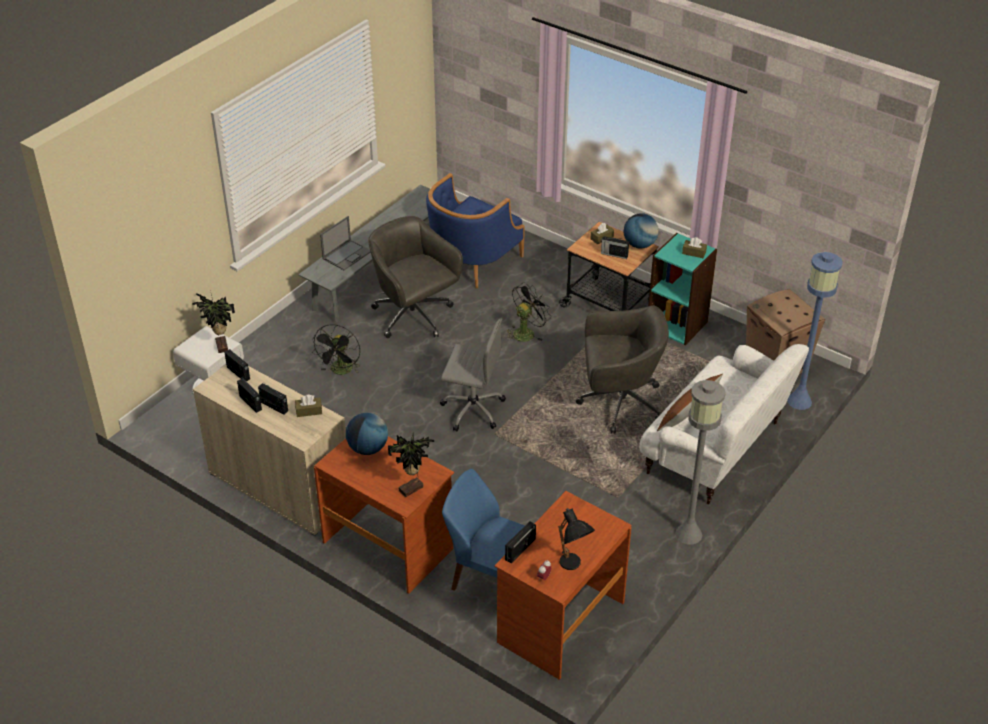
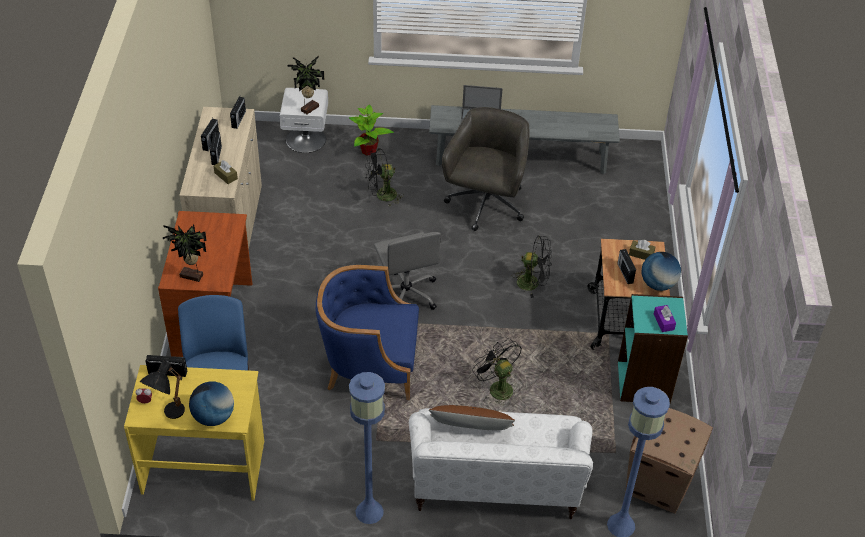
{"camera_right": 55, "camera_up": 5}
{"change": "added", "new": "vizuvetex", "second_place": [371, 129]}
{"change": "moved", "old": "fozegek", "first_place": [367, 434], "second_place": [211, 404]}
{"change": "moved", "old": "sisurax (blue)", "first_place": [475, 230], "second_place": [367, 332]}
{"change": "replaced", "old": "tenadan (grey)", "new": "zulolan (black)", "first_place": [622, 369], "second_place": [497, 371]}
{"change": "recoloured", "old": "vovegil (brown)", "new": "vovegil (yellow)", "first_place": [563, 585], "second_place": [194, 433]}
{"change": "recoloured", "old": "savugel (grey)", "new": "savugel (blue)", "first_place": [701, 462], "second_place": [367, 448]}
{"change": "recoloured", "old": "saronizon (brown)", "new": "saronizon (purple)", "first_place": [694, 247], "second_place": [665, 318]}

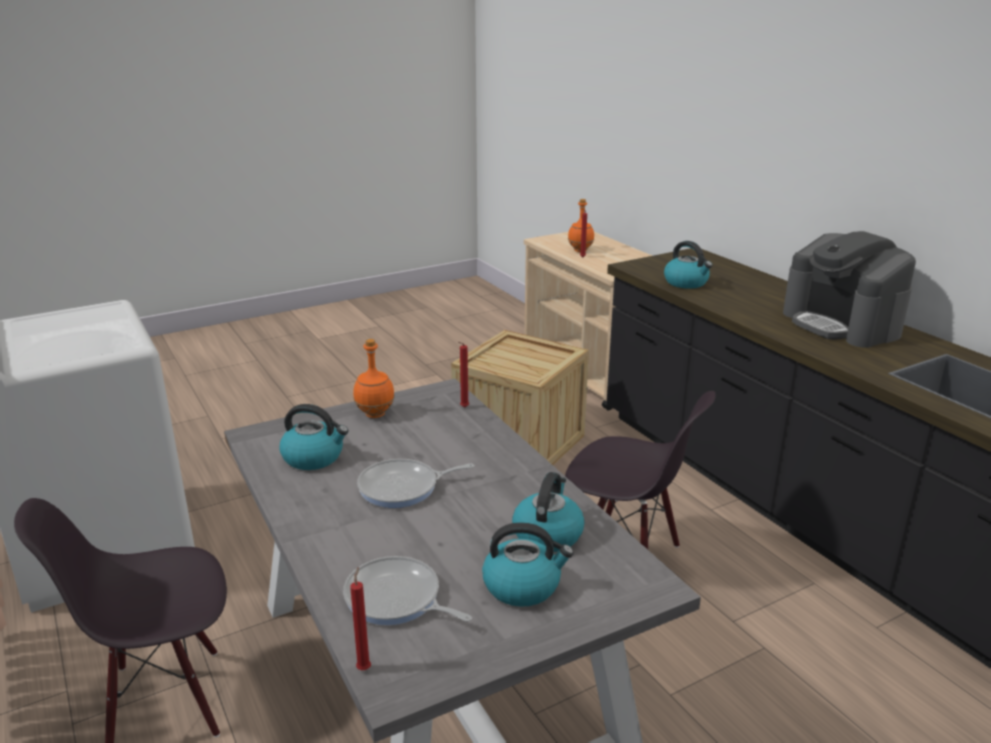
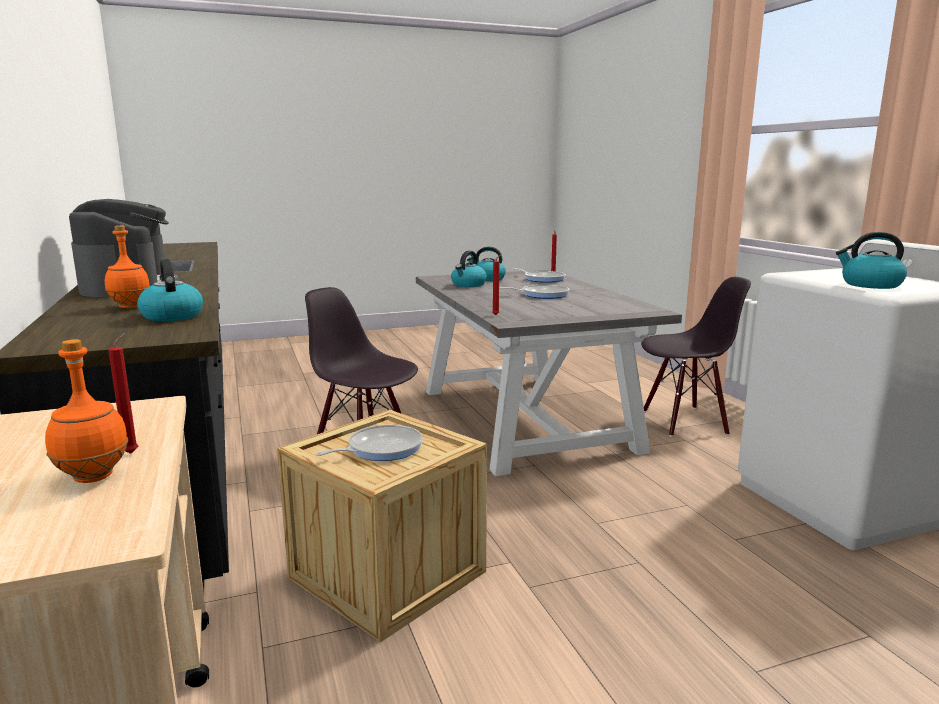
{"camera_right": -170, "camera_up": -10}
{"change": "added", "new": "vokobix", "second_place": [369, 443]}
{"change": "moved", "old": "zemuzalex", "first_place": [314, 437], "second_place": [871, 260]}
{"change": "moved", "old": "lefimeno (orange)", "first_place": [374, 378], "second_place": [127, 267]}

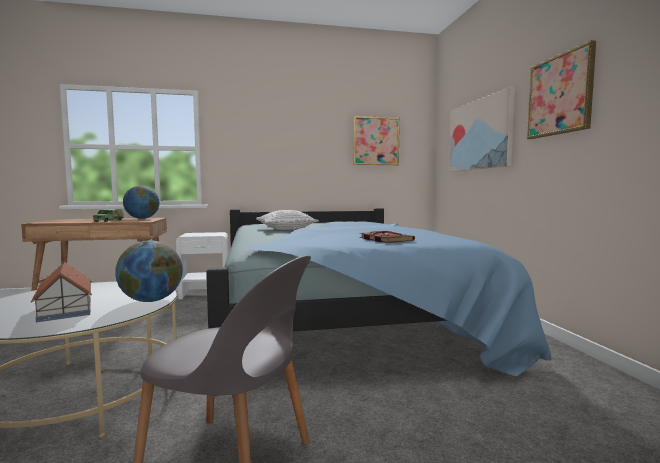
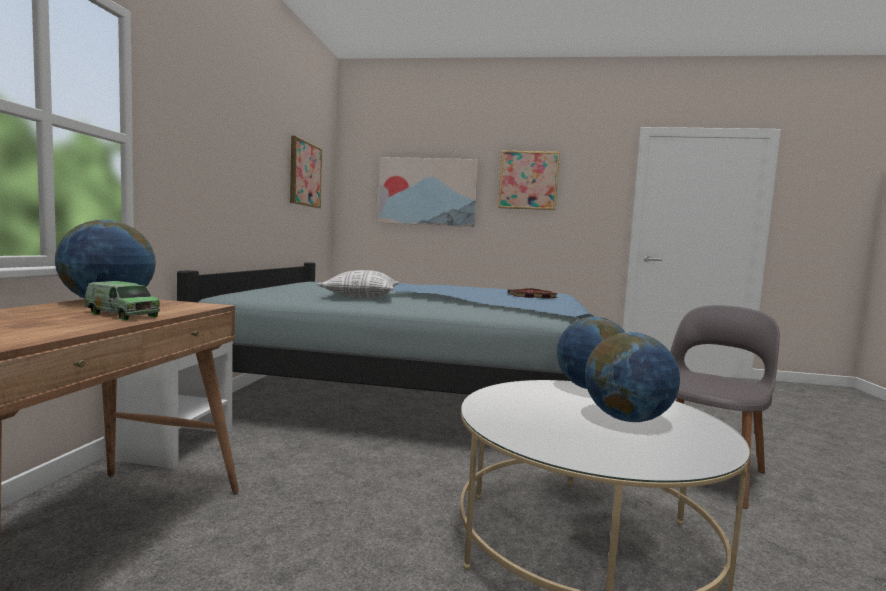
{"camera_right": -70, "camera_up": 0}
{"change": "replaced", "old": "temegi", "new": "fozegek", "first_place": [61, 292], "second_place": [632, 377]}

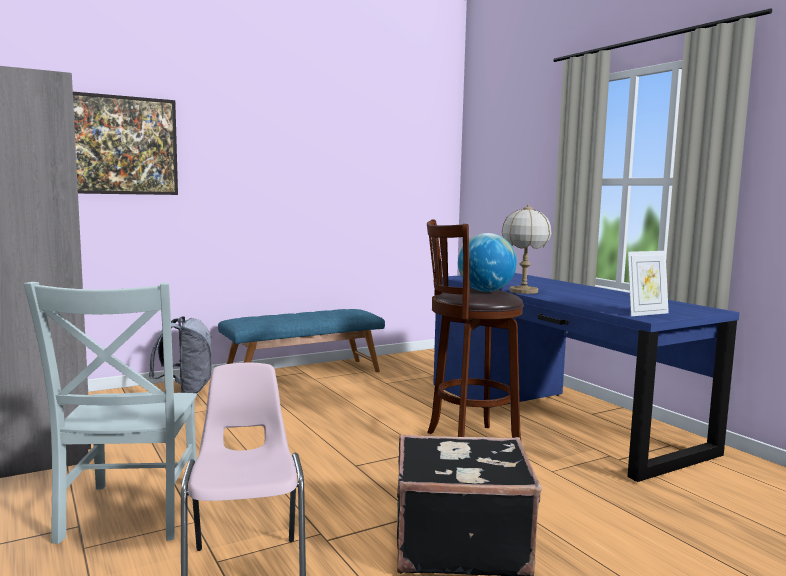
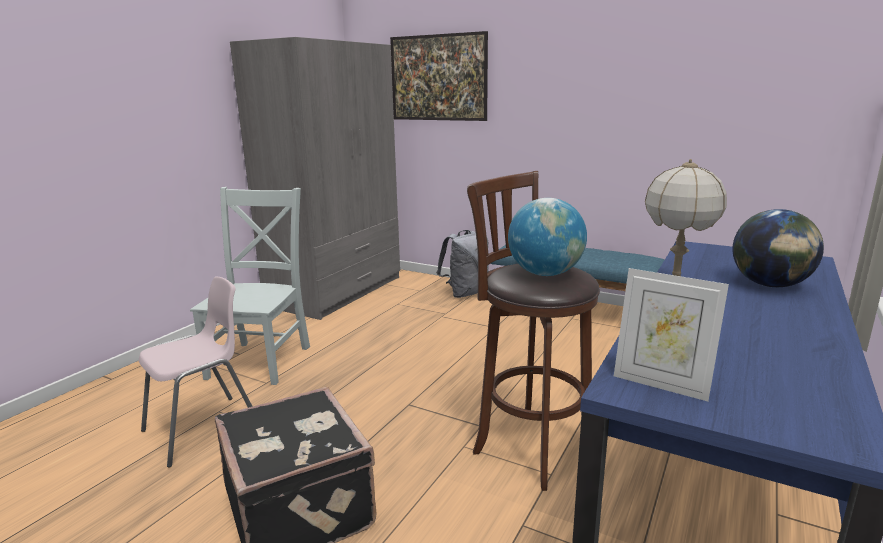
{"camera_right": 60, "camera_up": 10}
{"change": "added", "new": "fozegek", "second_place": [778, 248]}
{"change": "turned", "old": "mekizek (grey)", "first_place": [110, 413], "second_place": [250, 286], "degrees": 135}

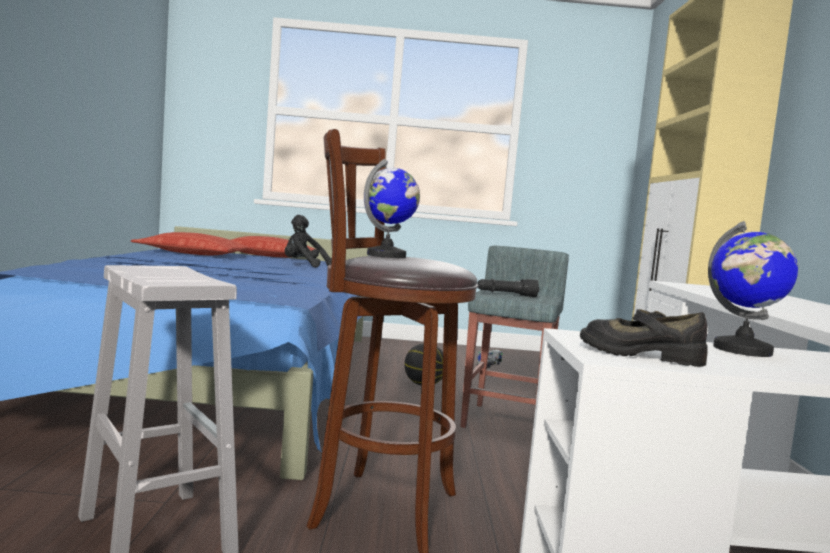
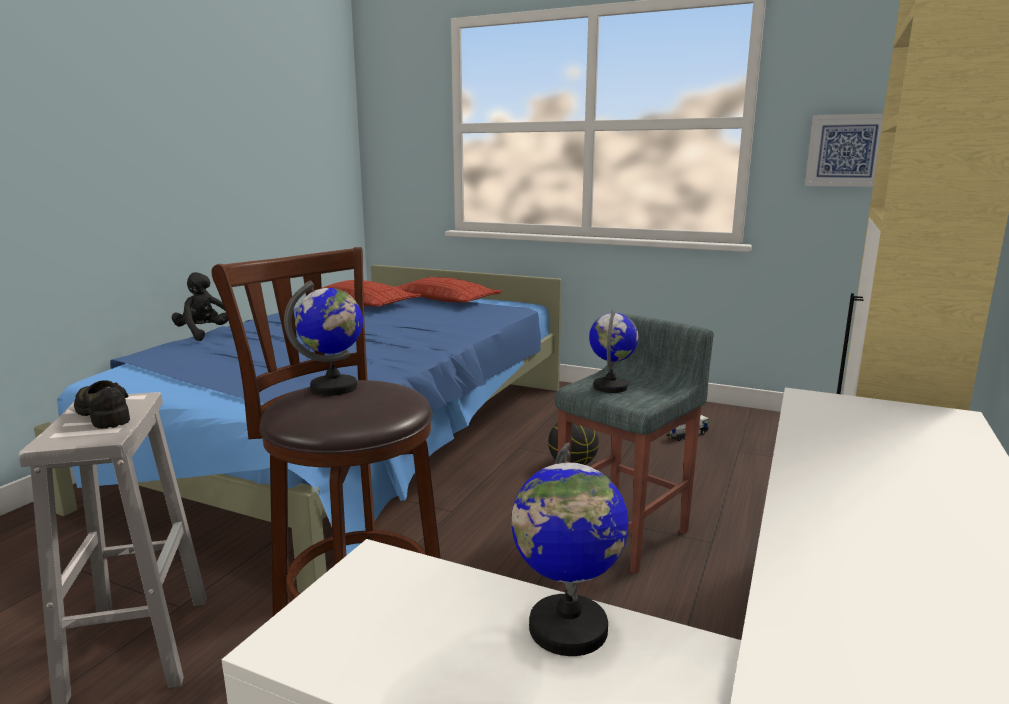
{"camera_right": 25, "camera_up": 10}
{"change": "added", "new": "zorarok", "second_place": [844, 150]}
{"change": "moved", "old": "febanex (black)", "first_place": [308, 241], "second_place": [200, 306]}
{"change": "moved", "old": "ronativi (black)", "first_place": [644, 338], "second_place": [102, 404]}
{"change": "replaced", "old": "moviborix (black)", "new": "fozegek", "first_place": [508, 287], "second_place": [614, 351]}

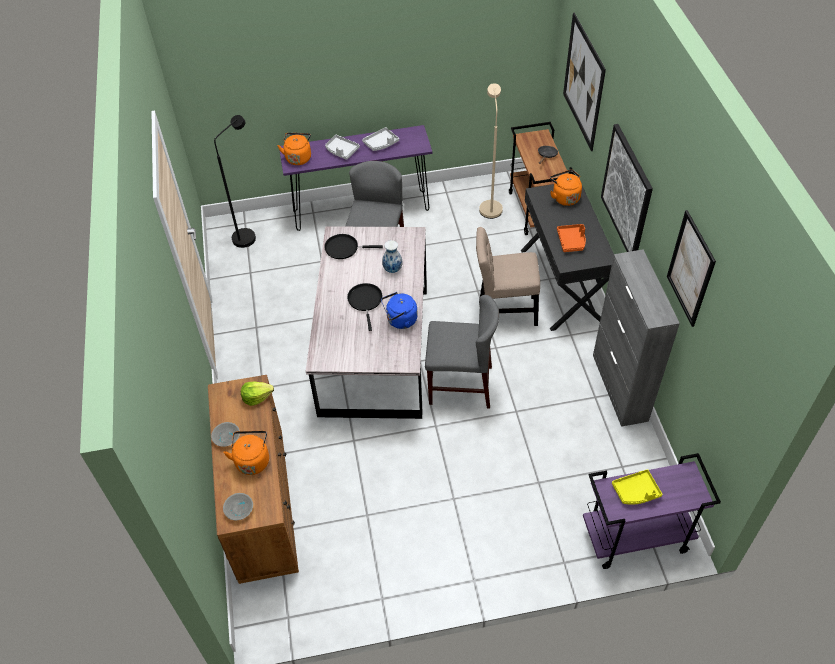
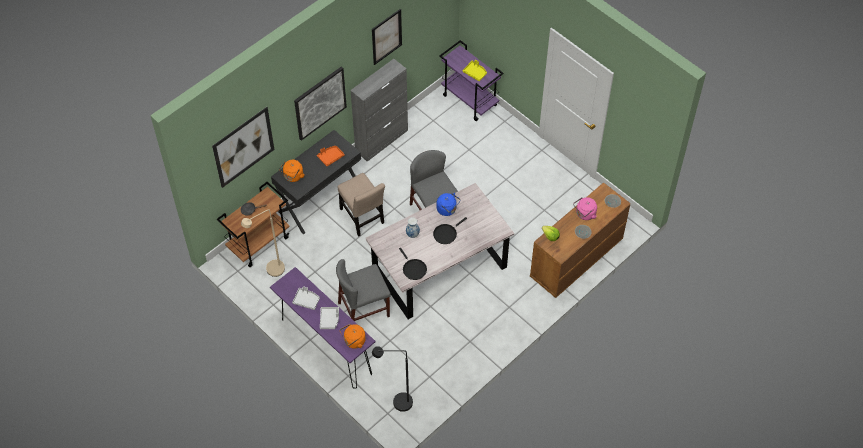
{"camera_right": -125, "camera_up": 5}
{"change": "recoloured", "old": "zemuzalex (orange)", "new": "zemuzalex (pink)", "first_place": [246, 453], "second_place": [585, 208]}

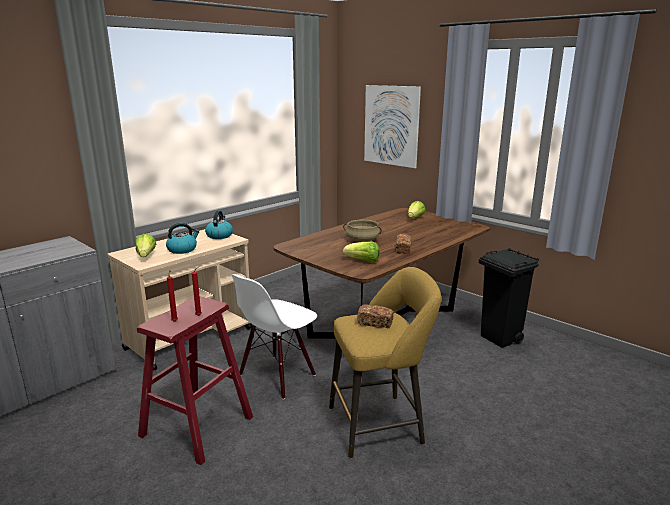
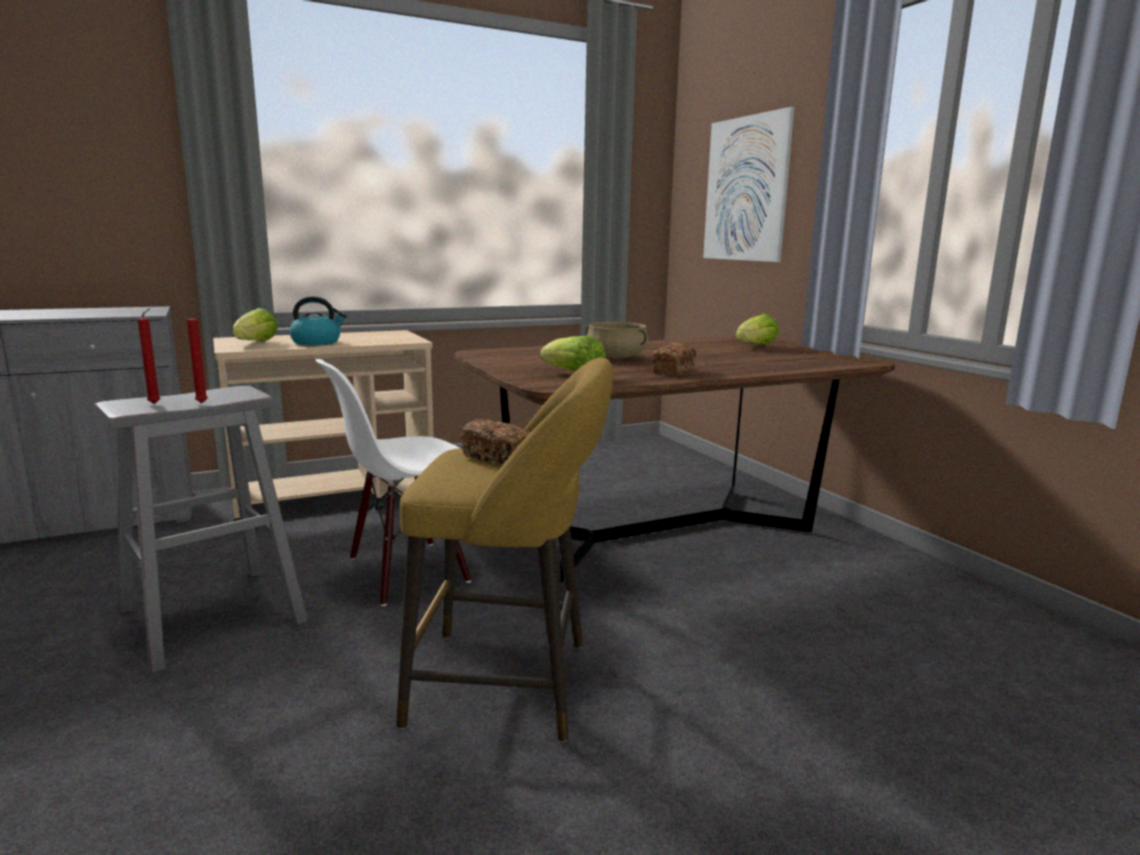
{"camera_right": 20, "camera_up": -5}
{"change": "removed", "old": "zemuzalex", "first_place": [219, 225]}
{"change": "removed", "old": "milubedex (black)", "first_place": [509, 298]}
{"change": "recoloured", "old": "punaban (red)", "new": "punaban (grey)", "first_place": [195, 380], "second_place": [201, 529]}

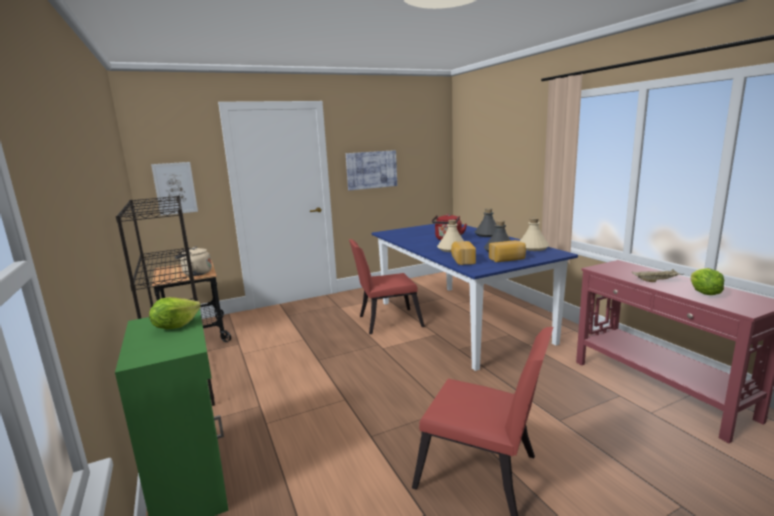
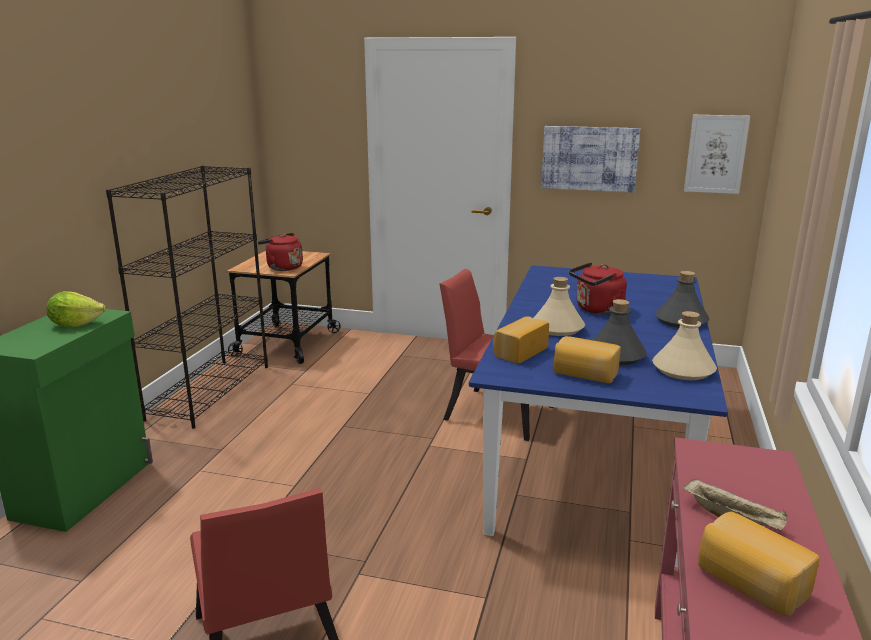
{"camera_right": 40, "camera_up": 5}
{"change": "moved", "old": "zorarok", "first_place": [174, 188], "second_place": [717, 154]}
{"change": "replaced", "old": "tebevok", "new": "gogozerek", "first_place": [707, 281], "second_place": [759, 564]}
{"change": "recoloured", "old": "zemuzalex (beige)", "new": "zemuzalex (red)", "first_place": [193, 261], "second_place": [280, 252]}

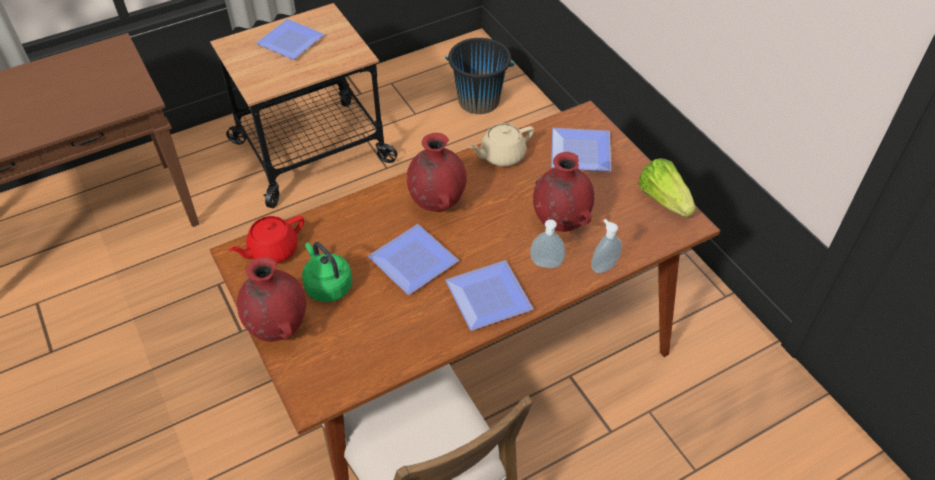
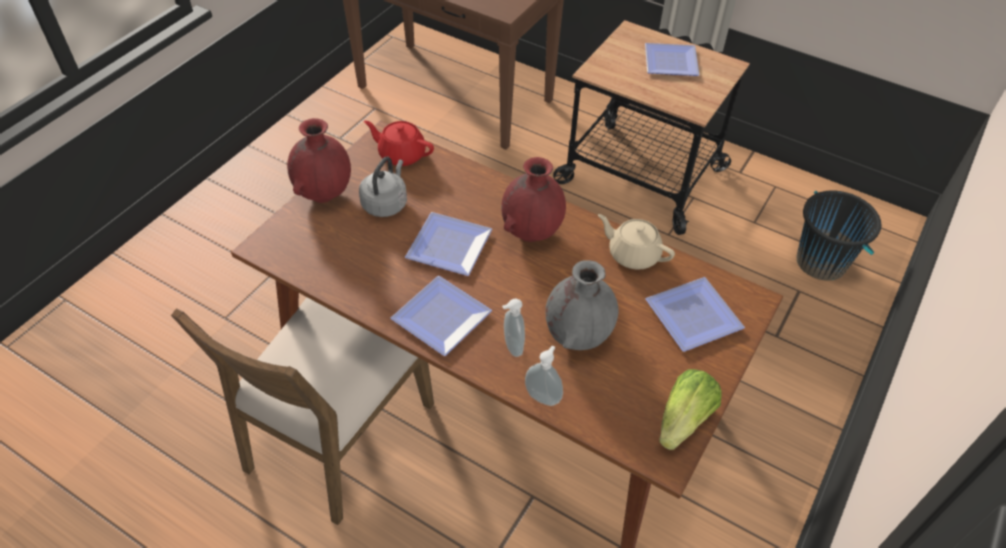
{"camera_right": 60, "camera_up": 0}
{"change": "recoloured", "old": "zemuzalex (green)", "new": "zemuzalex (grey)", "first_place": [327, 272], "second_place": [383, 187]}
{"change": "recoloured", "old": "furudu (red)", "new": "furudu (grey)", "first_place": [563, 192], "second_place": [582, 305]}

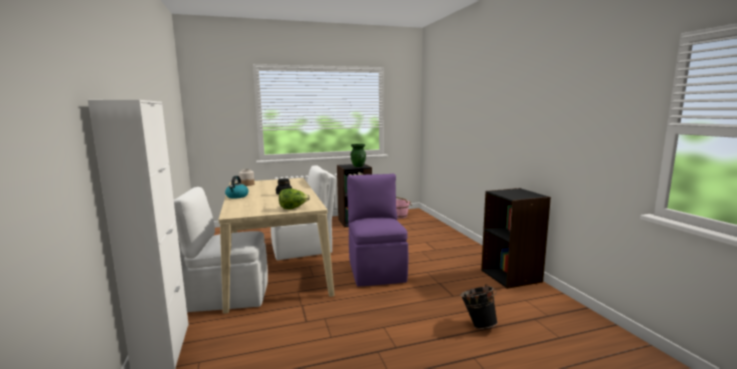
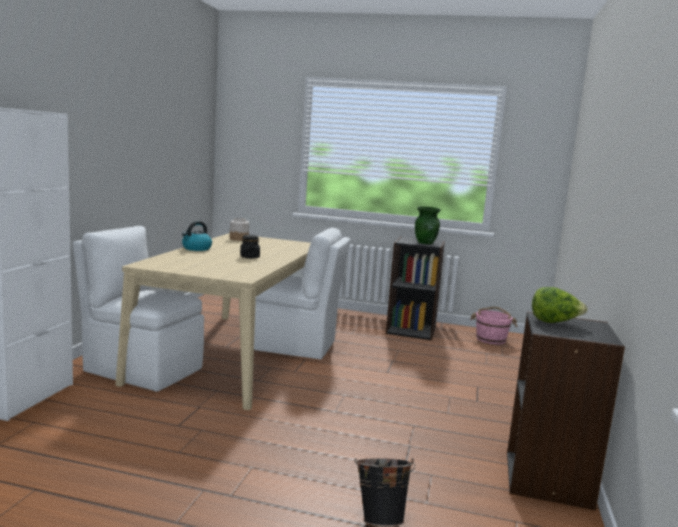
{"camera_right": 30, "camera_up": 0}
{"change": "removed", "old": "mekizek (purple)", "first_place": [377, 230]}
{"change": "moved", "old": "tebevok", "first_place": [294, 198], "second_place": [560, 305]}

